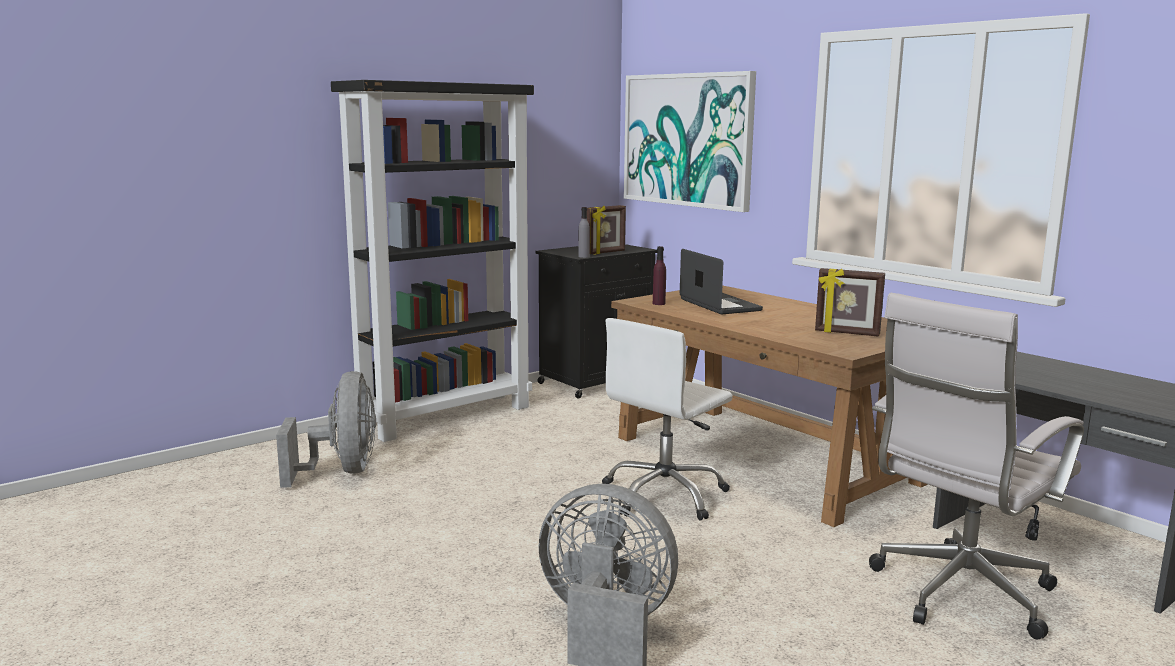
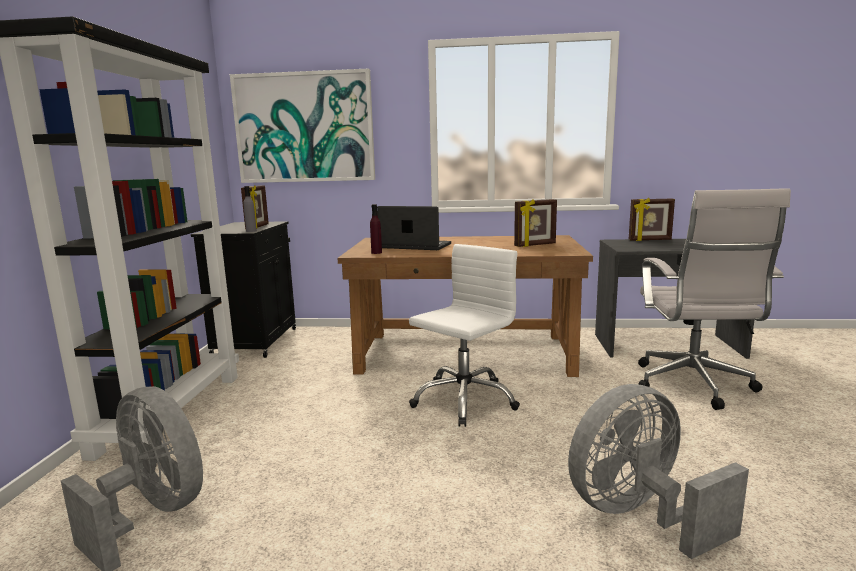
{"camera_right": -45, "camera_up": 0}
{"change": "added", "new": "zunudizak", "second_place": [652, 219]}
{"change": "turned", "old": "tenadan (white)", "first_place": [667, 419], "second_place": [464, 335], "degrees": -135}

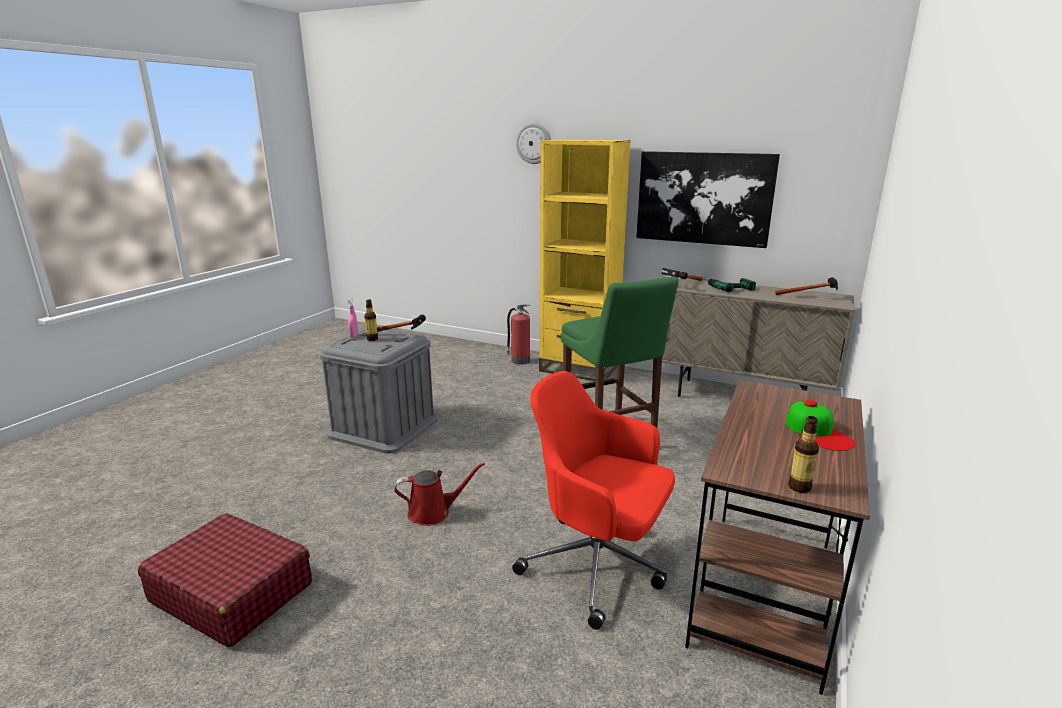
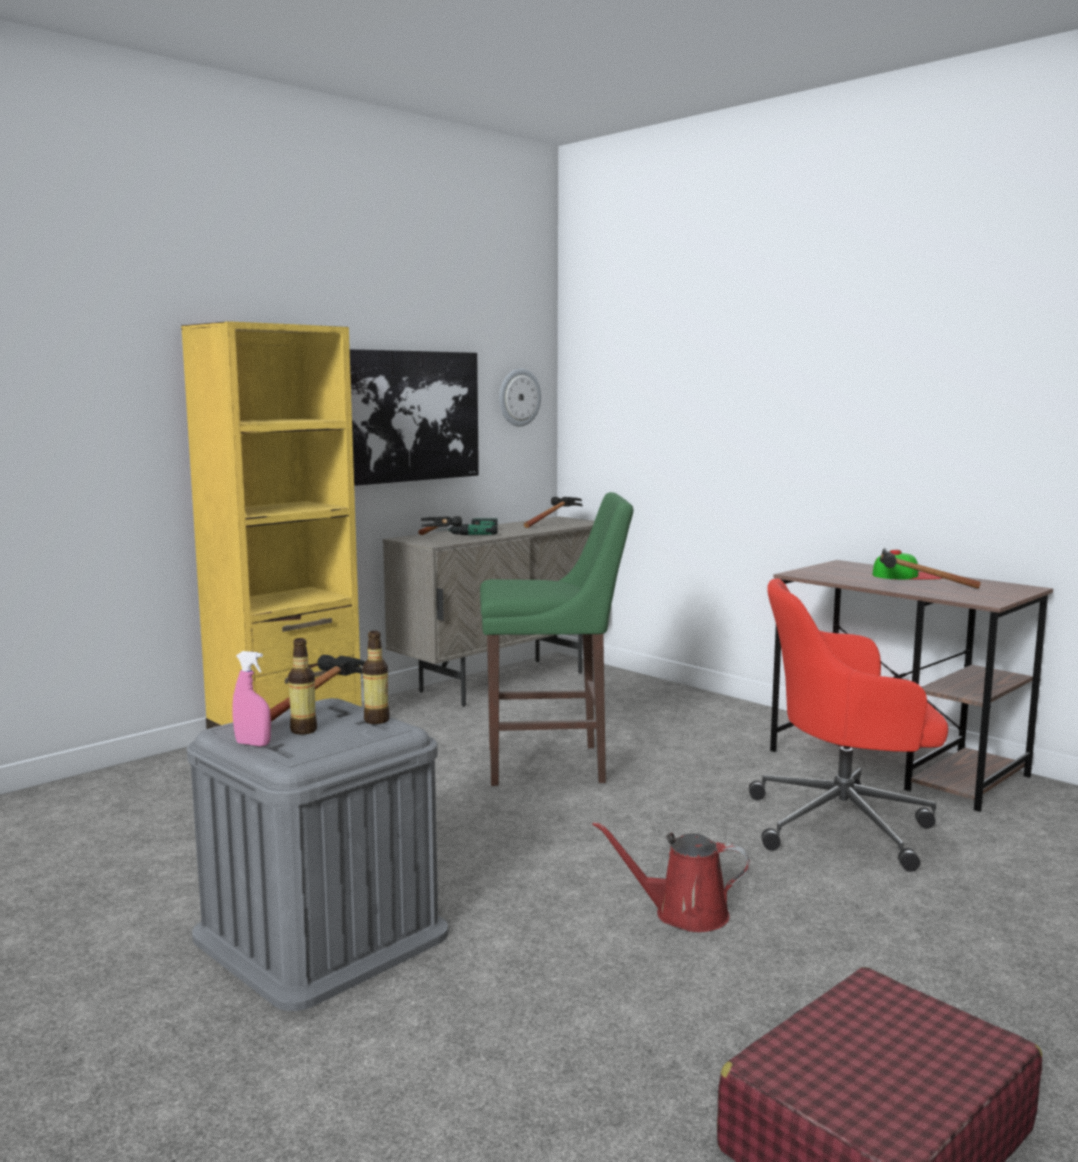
{"camera_right": -70, "camera_up": -10}
{"change": "removed", "old": "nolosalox", "first_place": [518, 334]}
{"change": "added", "new": "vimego", "second_place": [930, 568]}
{"change": "moved", "old": "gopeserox", "first_place": [533, 143], "second_place": [520, 398]}
{"change": "moved", "old": "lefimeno", "first_place": [803, 454], "second_place": [376, 677]}
{"change": "turned", "old": "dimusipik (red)", "first_place": [439, 494], "second_place": [671, 876], "degrees": -90}
{"change": "turned", "old": "tenadan (red)", "first_place": [593, 500], "second_place": [848, 725], "degrees": 45}

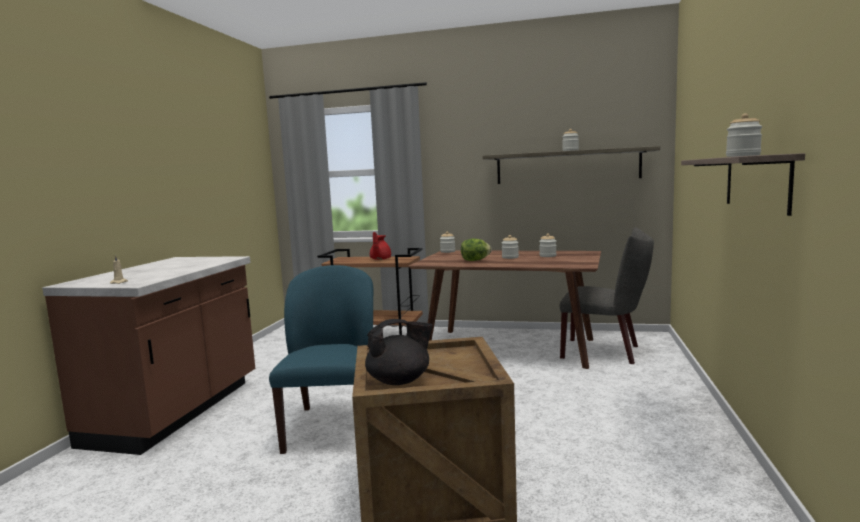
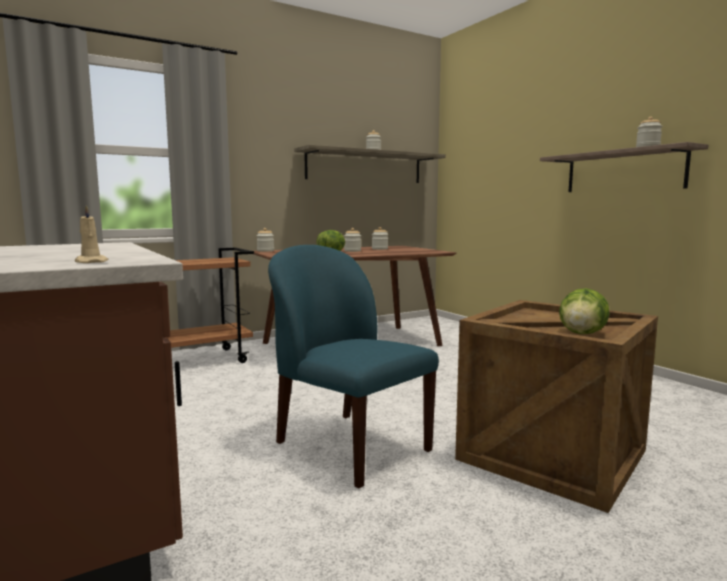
{"camera_right": -45, "camera_up": 0}
{"change": "removed", "old": "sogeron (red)", "first_place": [380, 246]}
{"change": "removed", "old": "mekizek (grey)", "first_place": [607, 295]}
{"change": "replaced", "old": "sogeron (black)", "new": "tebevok", "first_place": [399, 352], "second_place": [584, 311]}

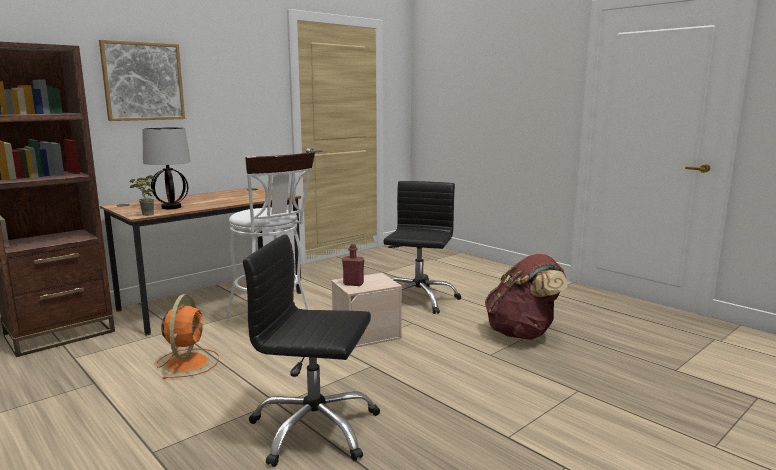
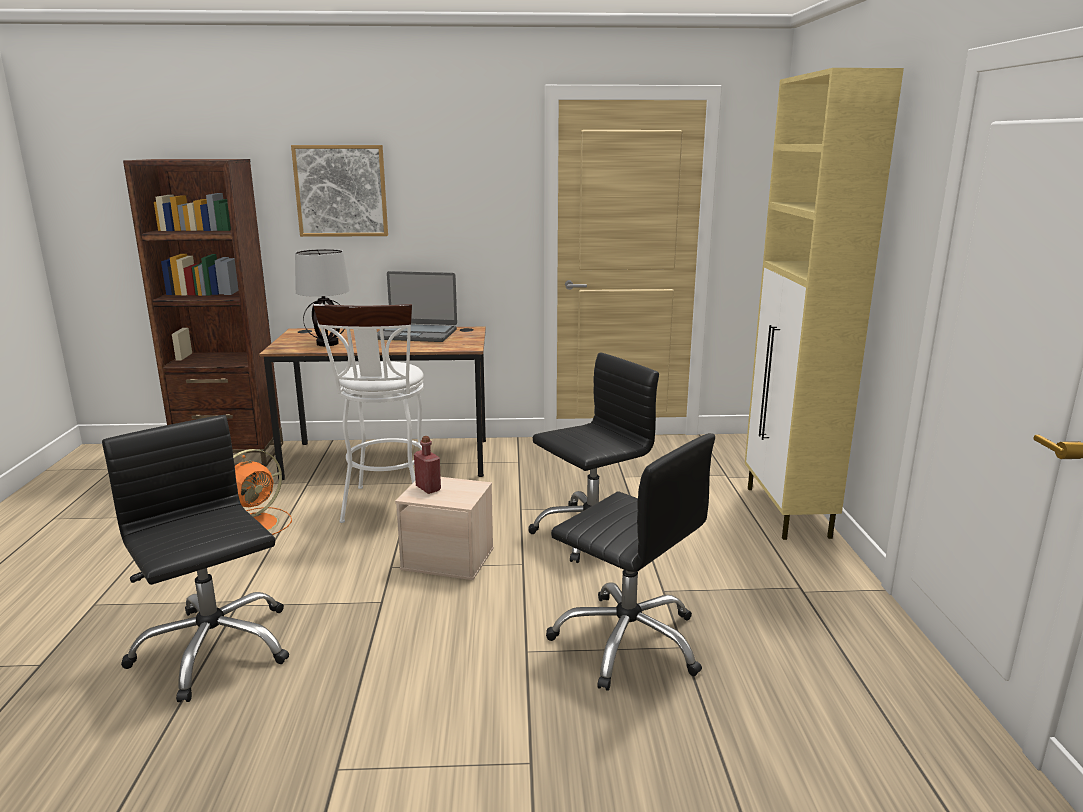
{"camera_right": 40, "camera_up": 5}
{"change": "removed", "old": "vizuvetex", "first_place": [141, 195]}
{"change": "added", "new": "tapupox", "second_place": [417, 306]}
{"change": "added", "new": "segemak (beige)", "second_place": [824, 304]}
{"change": "replaced", "old": "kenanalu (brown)", "new": "tenadan (black)", "first_place": [526, 297], "second_place": [630, 562]}

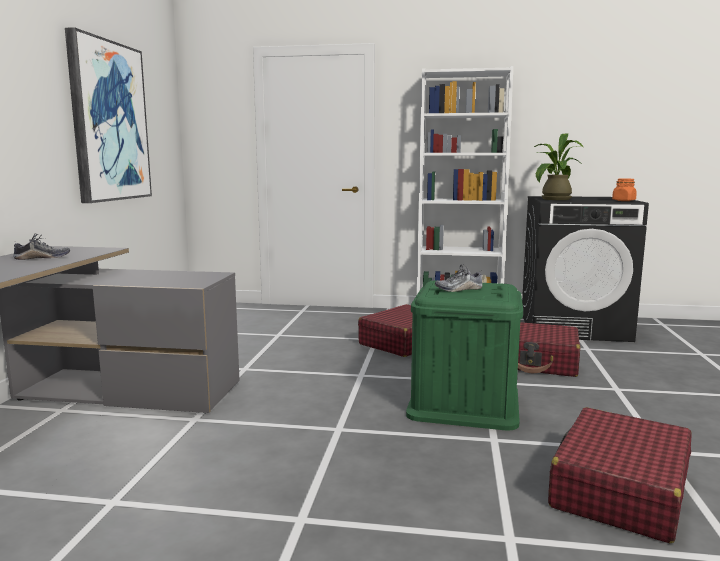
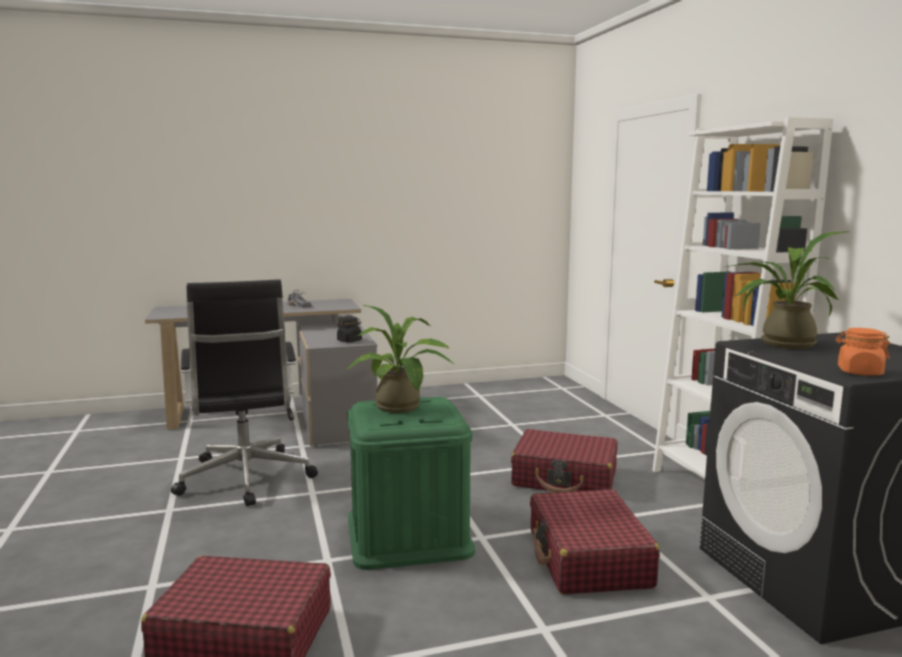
{"camera_right": 65, "camera_up": 0}
{"change": "removed", "old": "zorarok", "first_place": [108, 115]}
{"change": "added", "new": "tenadan (black)", "second_place": [244, 393]}
{"change": "added", "new": "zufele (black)", "second_place": [349, 329]}
{"change": "replaced", "old": "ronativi", "new": "vizuvetex", "first_place": [459, 278], "second_place": [400, 359]}

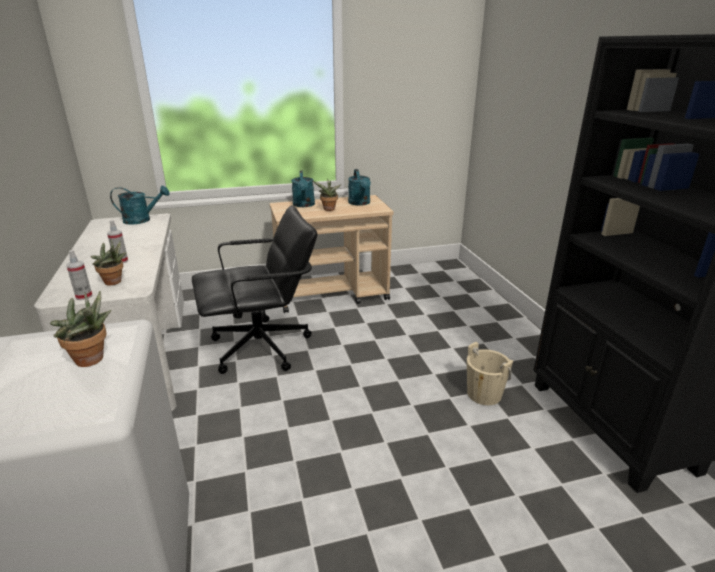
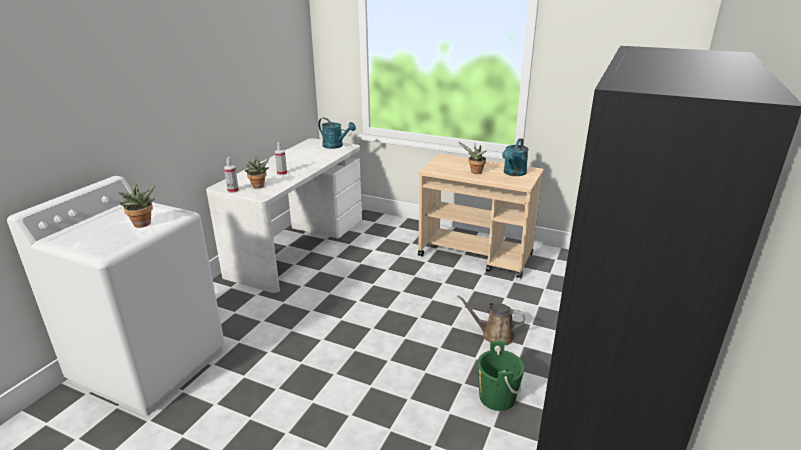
{"camera_right": 40, "camera_up": 0}
{"change": "removed", "old": "tenadan (black)", "first_place": [254, 289]}
{"change": "removed", "old": "dimusipik (turquoise)", "first_place": [303, 188]}
{"change": "added", "new": "dimusipik (brown)", "second_place": [491, 320]}
{"change": "recoloured", "old": "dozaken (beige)", "new": "dozaken (green)", "first_place": [490, 373], "second_place": [501, 376]}

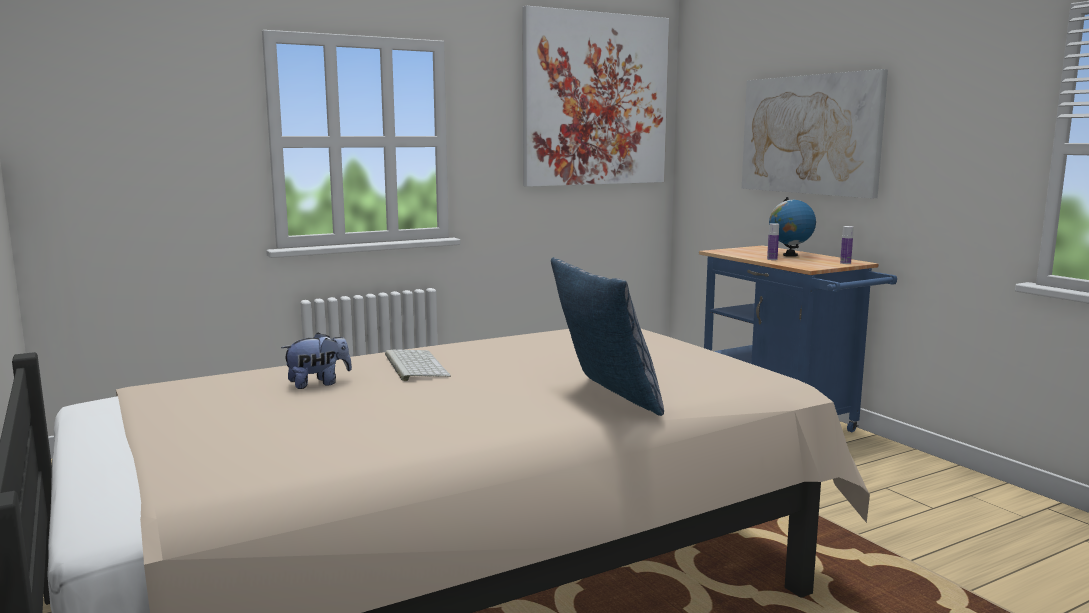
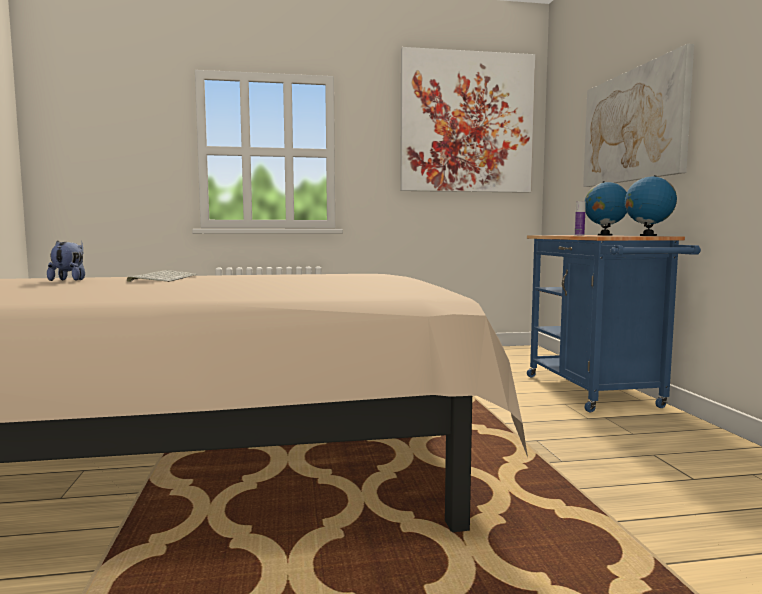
{"camera_right": 20, "camera_up": -5}
{"change": "removed", "old": "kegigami", "first_place": [607, 336]}
{"change": "replaced", "old": "lefimeno", "new": "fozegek", "first_place": [847, 245], "second_place": [651, 205]}
{"change": "turned", "old": "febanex", "first_place": [316, 360], "second_place": [66, 260], "degrees": -90}

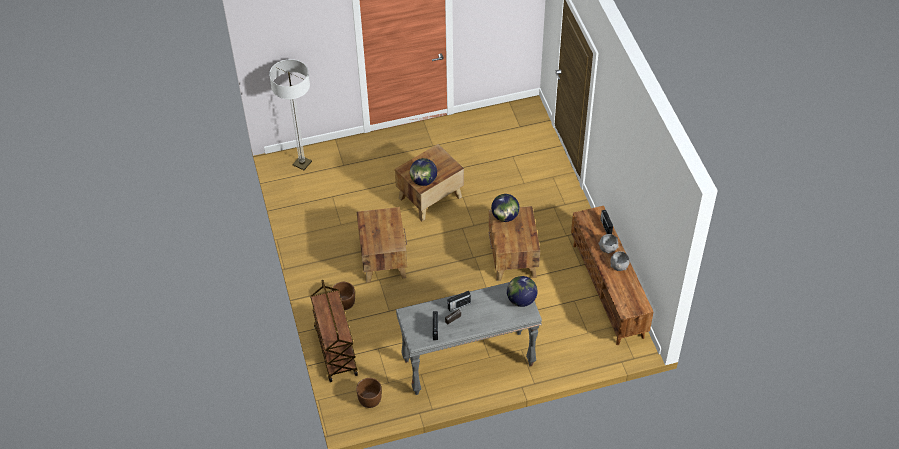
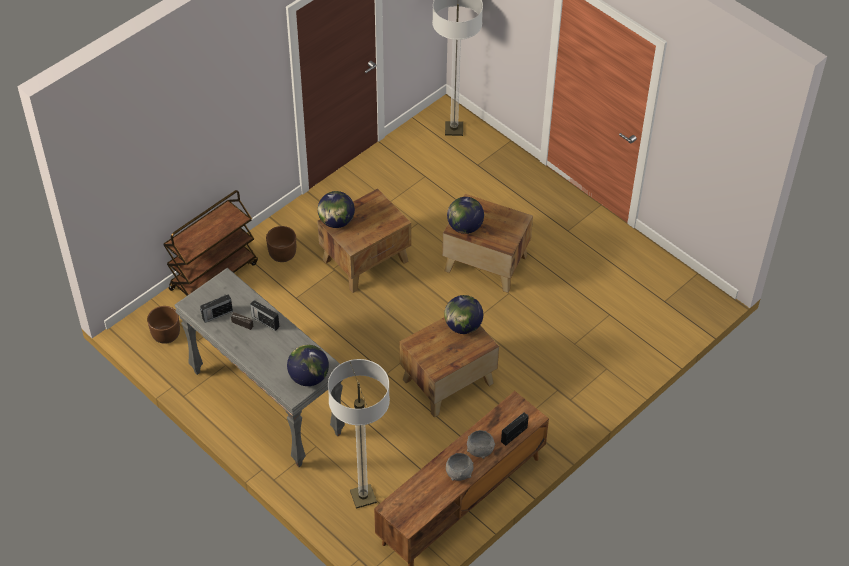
{"camera_right": 60, "camera_up": 0}
{"change": "added", "new": "fozegek", "second_place": [336, 209]}
{"change": "added", "new": "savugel", "second_place": [359, 434]}

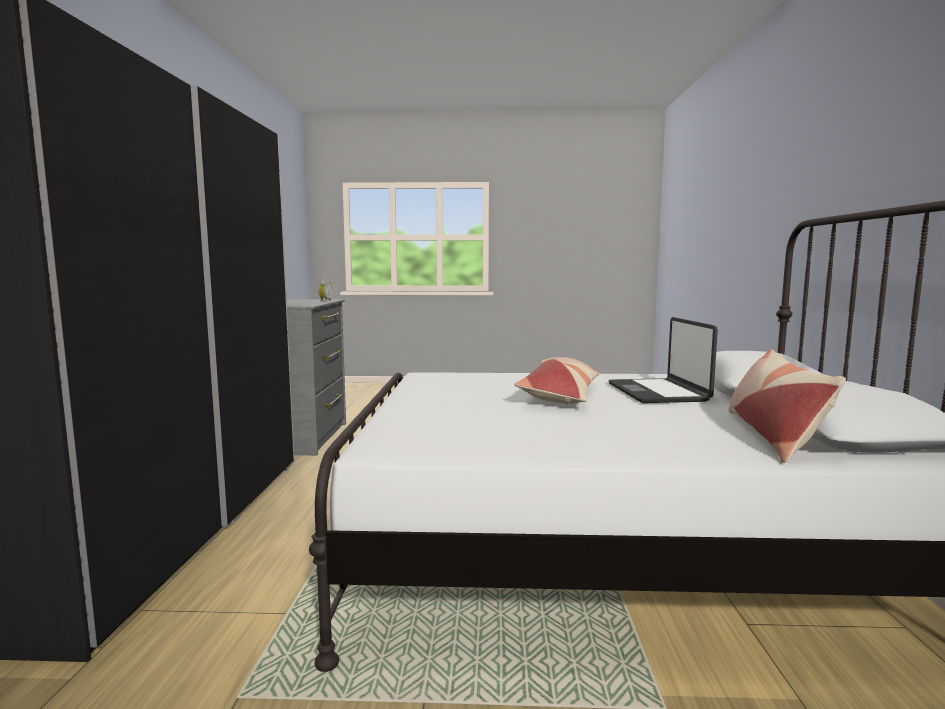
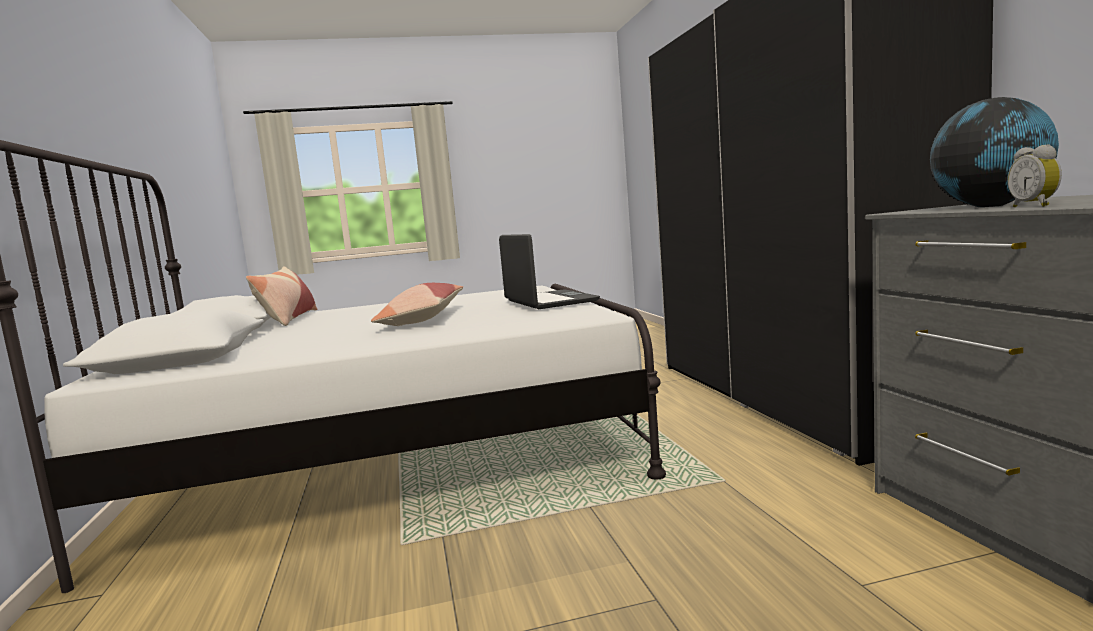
{"camera_right": 165, "camera_up": 0}
{"change": "added", "new": "fozegek", "second_place": [994, 152]}
{"change": "moved", "old": "tapupox", "first_place": [663, 360], "second_place": [549, 271]}

